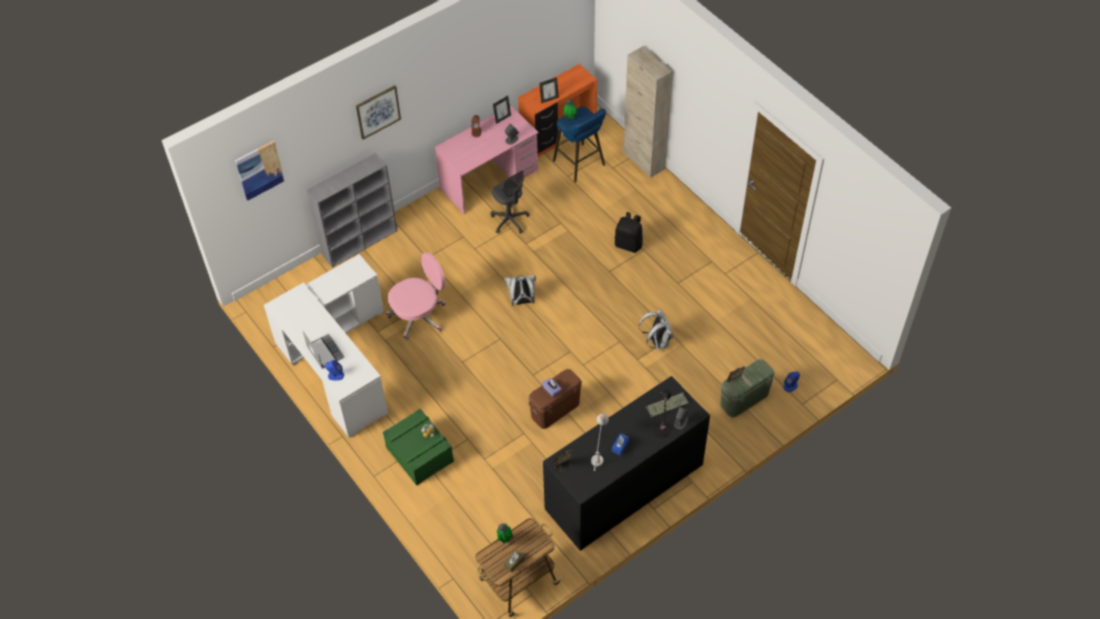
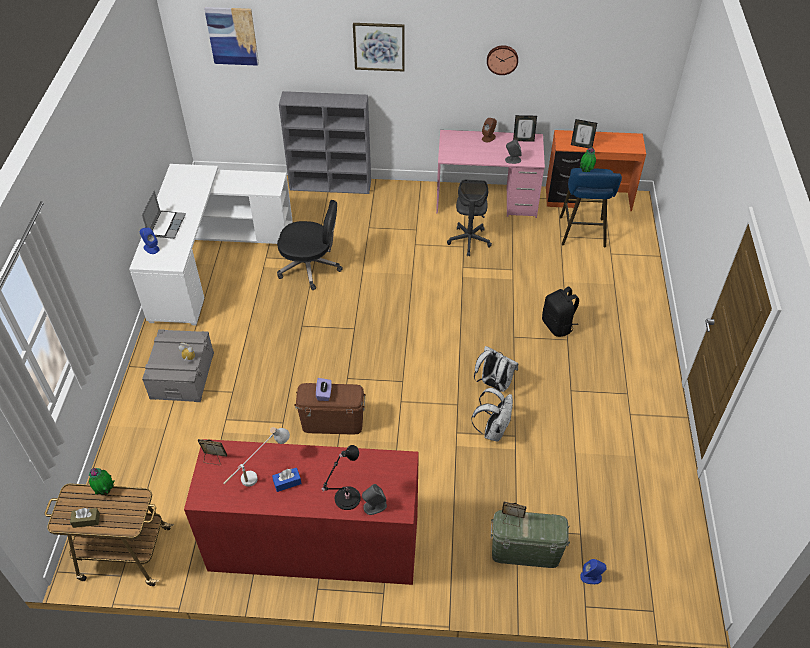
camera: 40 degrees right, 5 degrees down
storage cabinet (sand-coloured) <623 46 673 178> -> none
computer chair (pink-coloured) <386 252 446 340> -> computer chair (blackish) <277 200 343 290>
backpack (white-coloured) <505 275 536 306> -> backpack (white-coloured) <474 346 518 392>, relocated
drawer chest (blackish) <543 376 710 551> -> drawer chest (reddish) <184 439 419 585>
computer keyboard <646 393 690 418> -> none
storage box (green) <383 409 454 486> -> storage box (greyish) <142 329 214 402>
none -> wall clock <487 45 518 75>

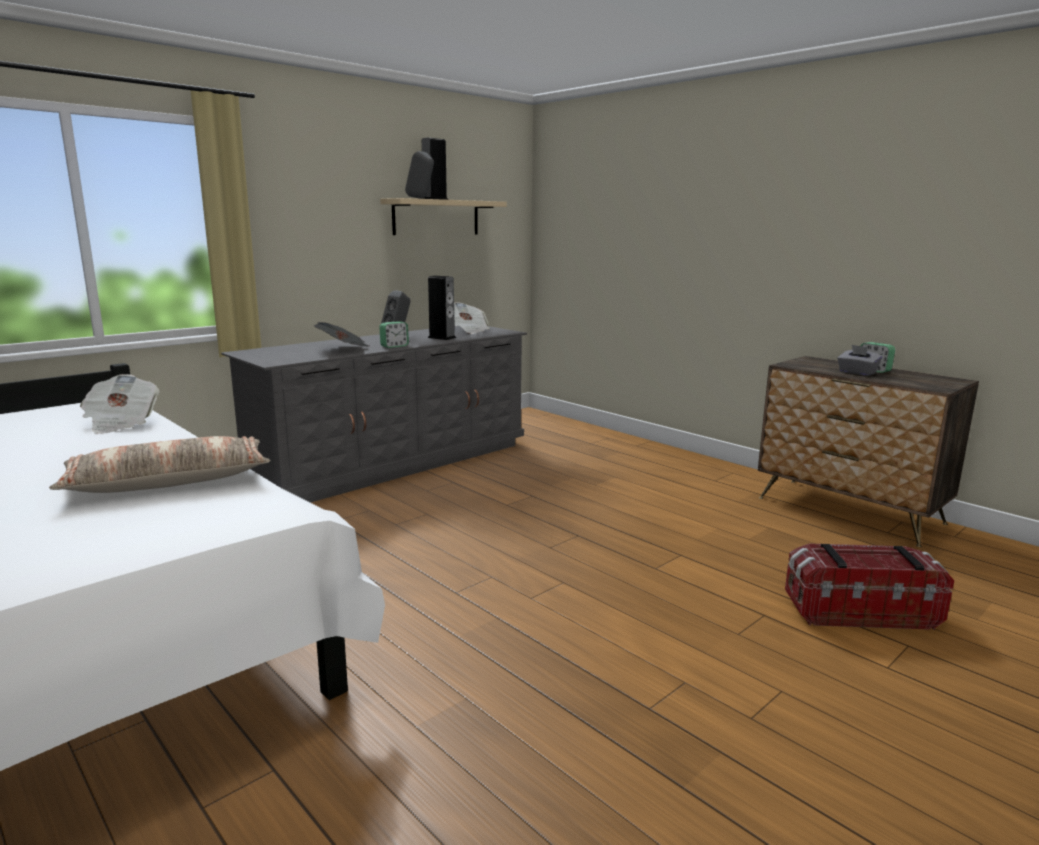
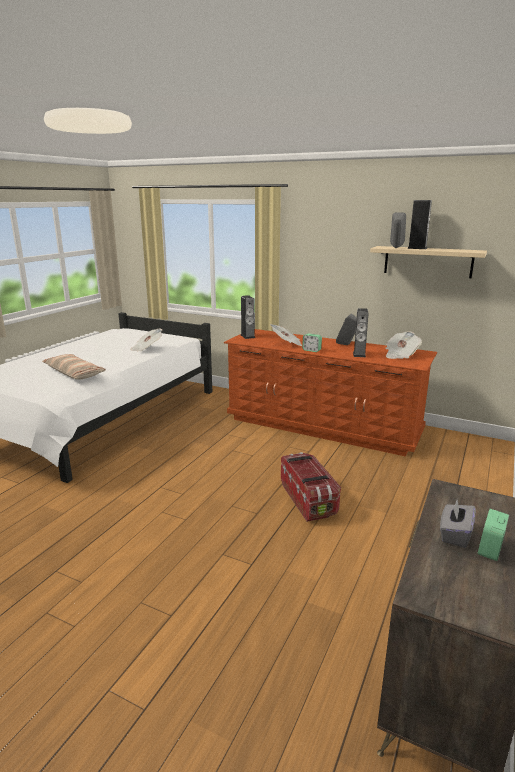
camera: 70 degrees right, 5 degrees up
drawer chest (greyish) <221 326 527 502> -> drawer chest (brown-coloured) <224 329 437 457>
storage box <785 543 954 630> -> storage box <281 452 341 522>, relocated
none -> audio speaker <241 295 255 339>

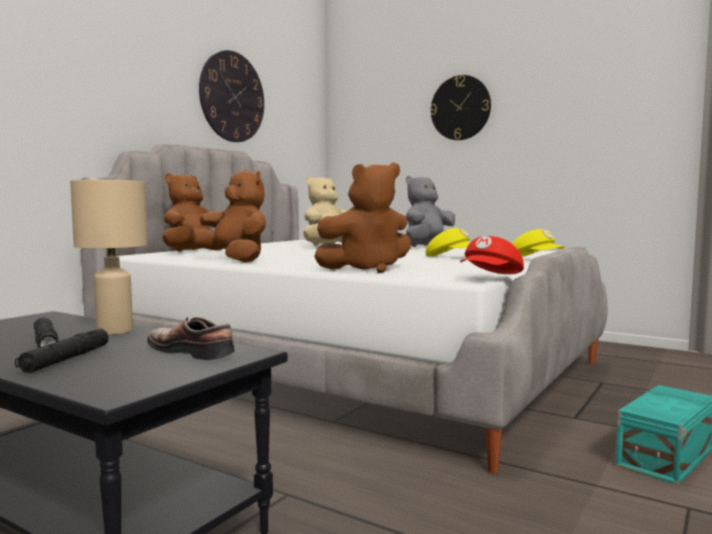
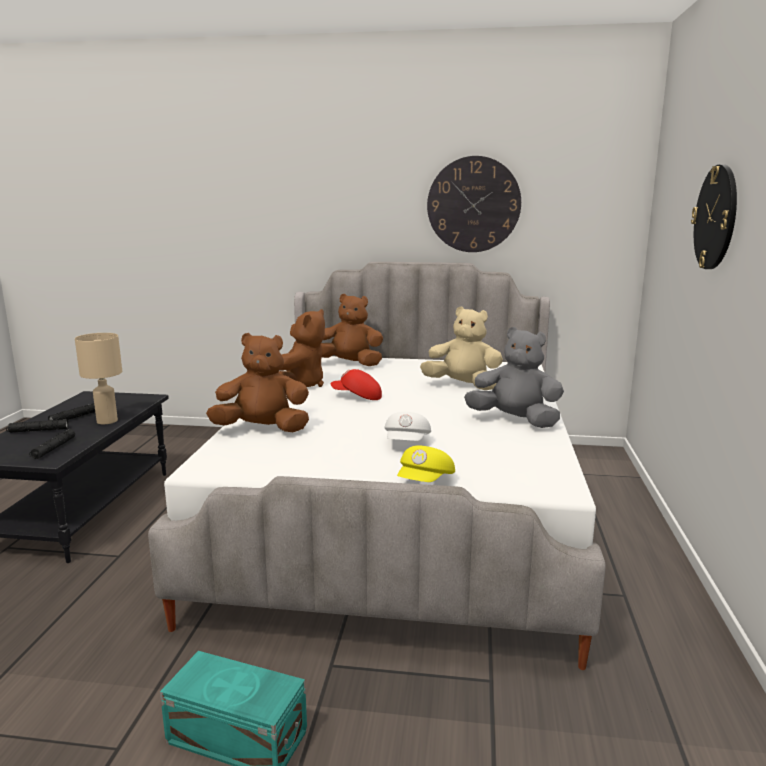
camera: 65 degrees right, 10 degrees up
cuddly toy (brown-coloured) <314 162 411 273> -> cuddly toy (brown-coloured) <206 333 309 432>, 135 degrees clockwise
baseball cap (yellow-coloured) <426 228 470 257> -> baseball cap (white-coloured) <384 412 431 441>
baseball cap (reddish) <460 236 524 274> -> baseball cap (reddish) <331 369 382 400>, relocated
low shoe <147 317 235 360> -> torch (blackish) <29 429 75 459>

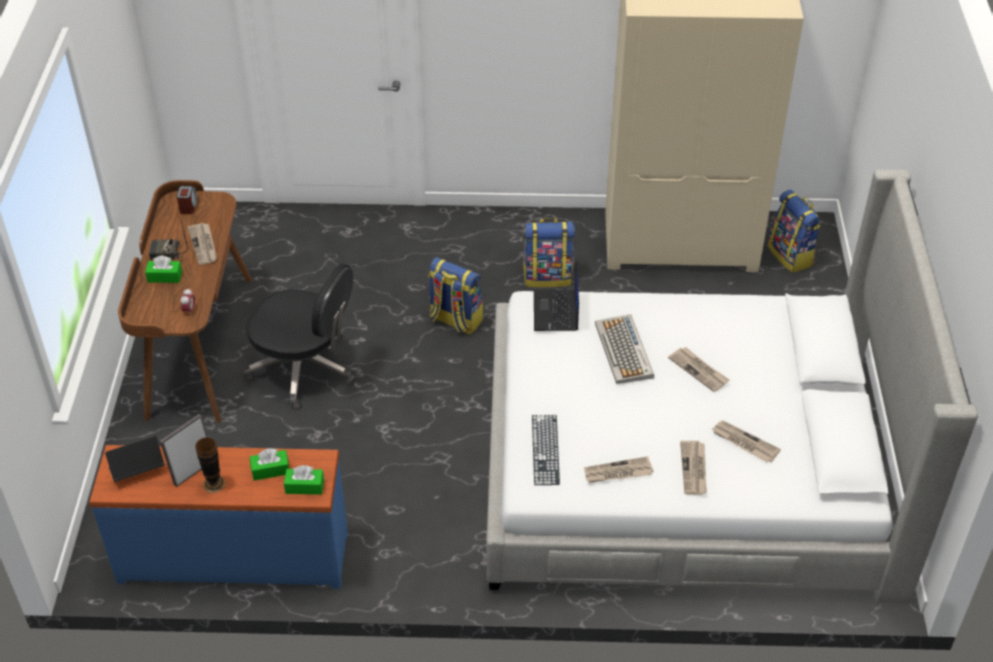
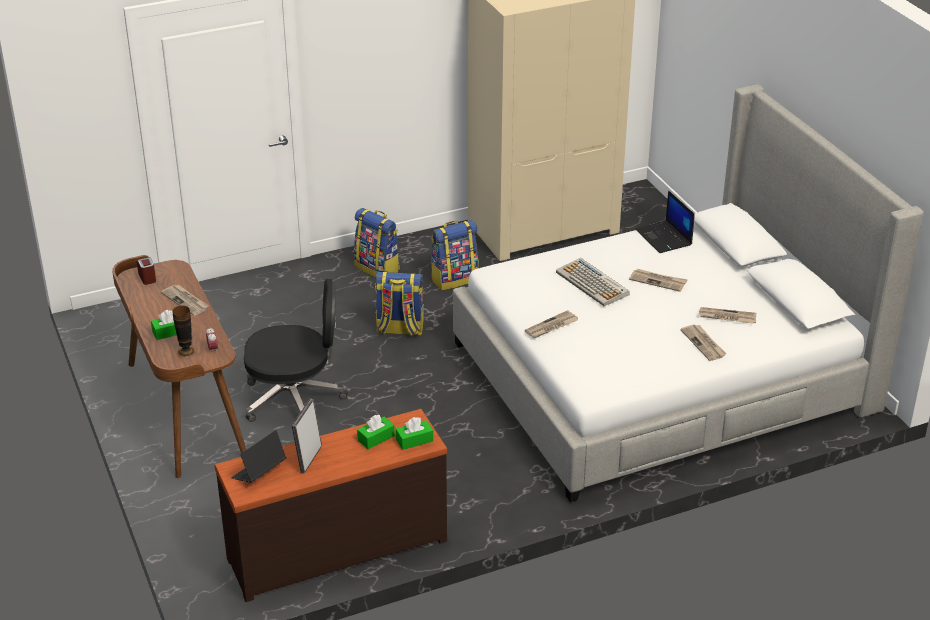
camera: 25 degrees left, 10 degrees down
backpack <768 190 821 273> -> backpack <354 208 400 277>, relocated
radio <149 220 188 262> -> none
portable computer <534 259 579 331> -> portable computer <635 190 695 253>, relocated
computer keyboard <532 415 560 485> -> none
vase <195 437 226 493> -> vase <172 306 196 358>, relocated
drawer chest (blue-coloured) <89 445 348 589> -> drawer chest (brown-coloured) <215 409 447 602>
newspaper <584 456 654 483> -> newspaper <525 310 578 338>, relocated

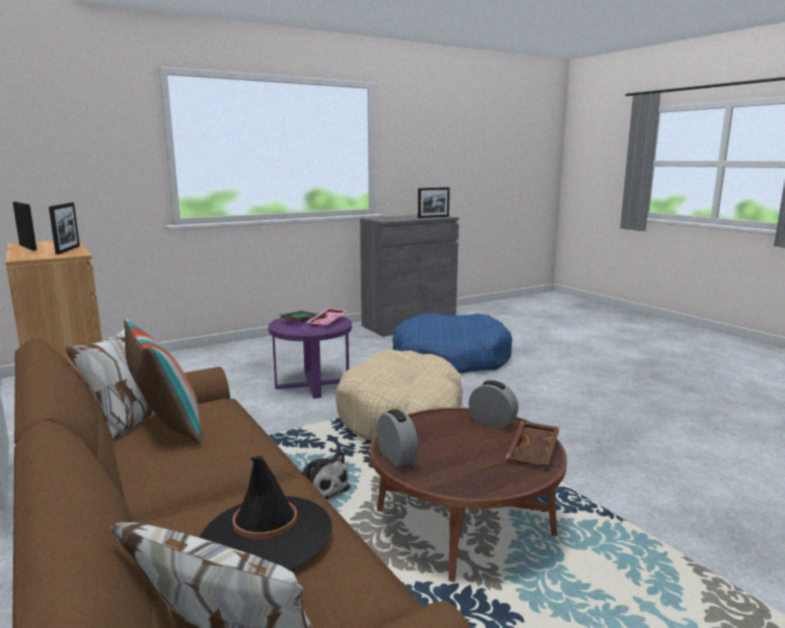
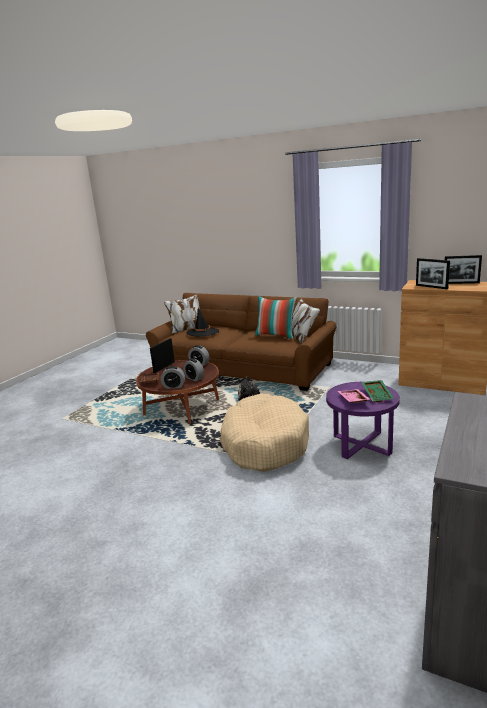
camera: 150 degrees right, 5 degrees up
standing frame <418 187 450 218> -> standing frame <150 338 175 373>, relocated
dog bed (blue-coloured) <392 313 512 373> -> none
none -> bedside clock <183 358 204 381>

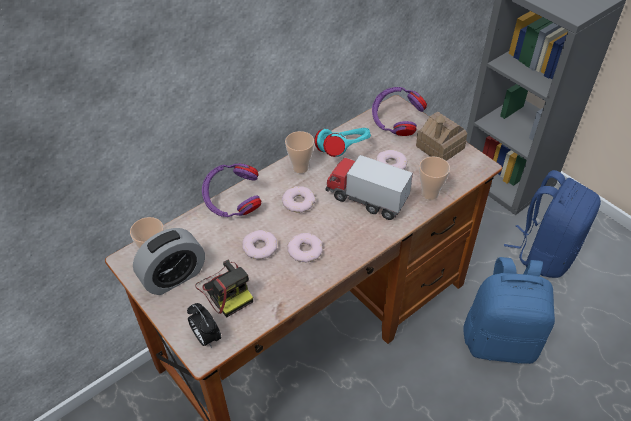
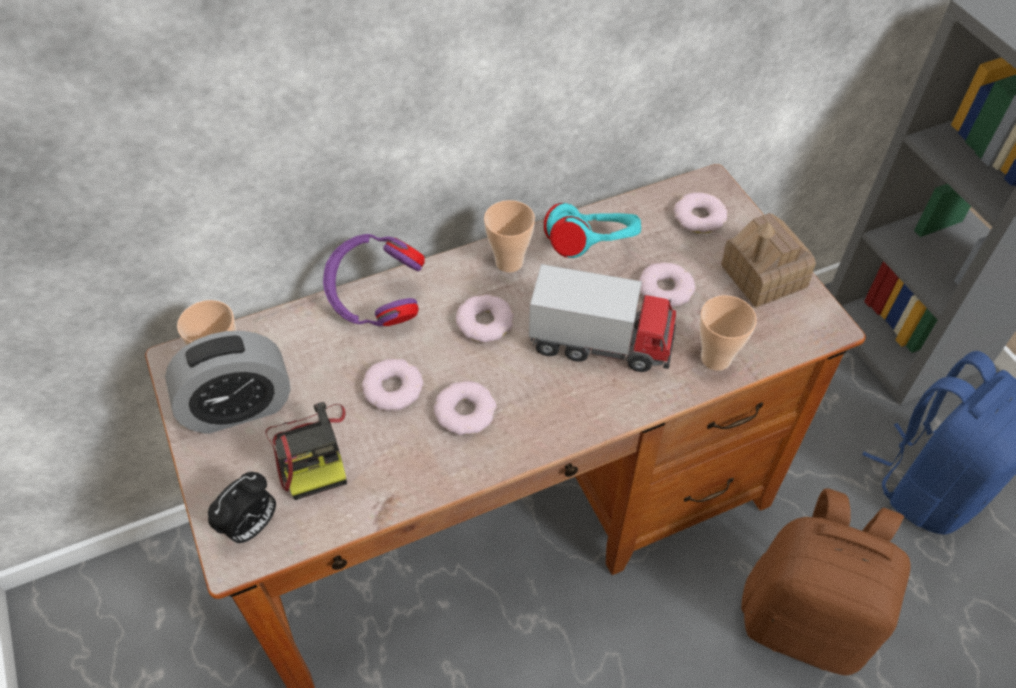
camera: 15 degrees right, 5 degrees up
pair of headphones (purplish) <372 87 427 136> -> ring doughnut <673 192 727 233>
toy truck <325 155 413 220> -> toy truck <529 264 676 372>, 150 degrees clockwise
backpack (blue-coloured) <464 257 555 364> -> backpack (brown-coloured) <741 488 911 676>
bedside clock <187 303 221 348> -> bedside clock <208 472 276 544>, 120 degrees counterclockwise

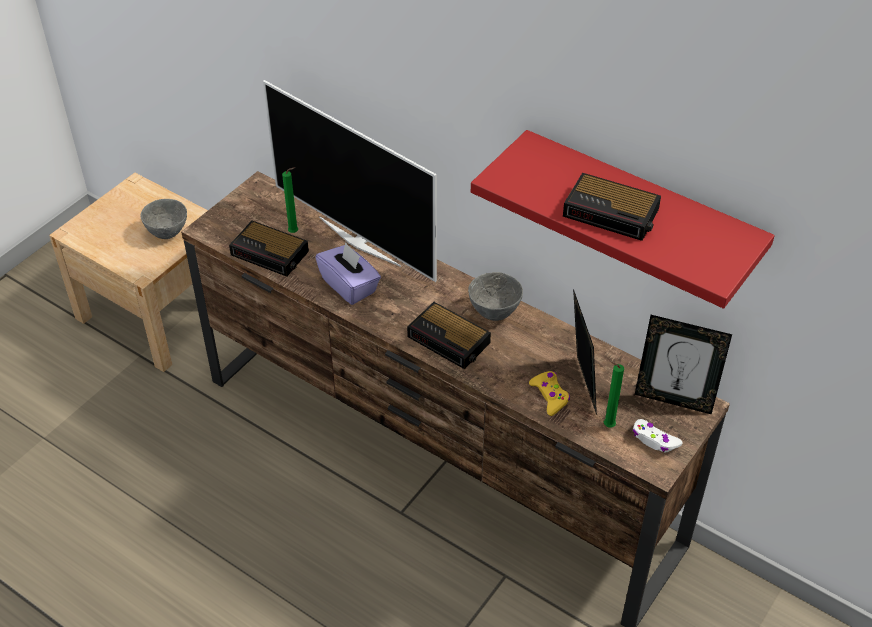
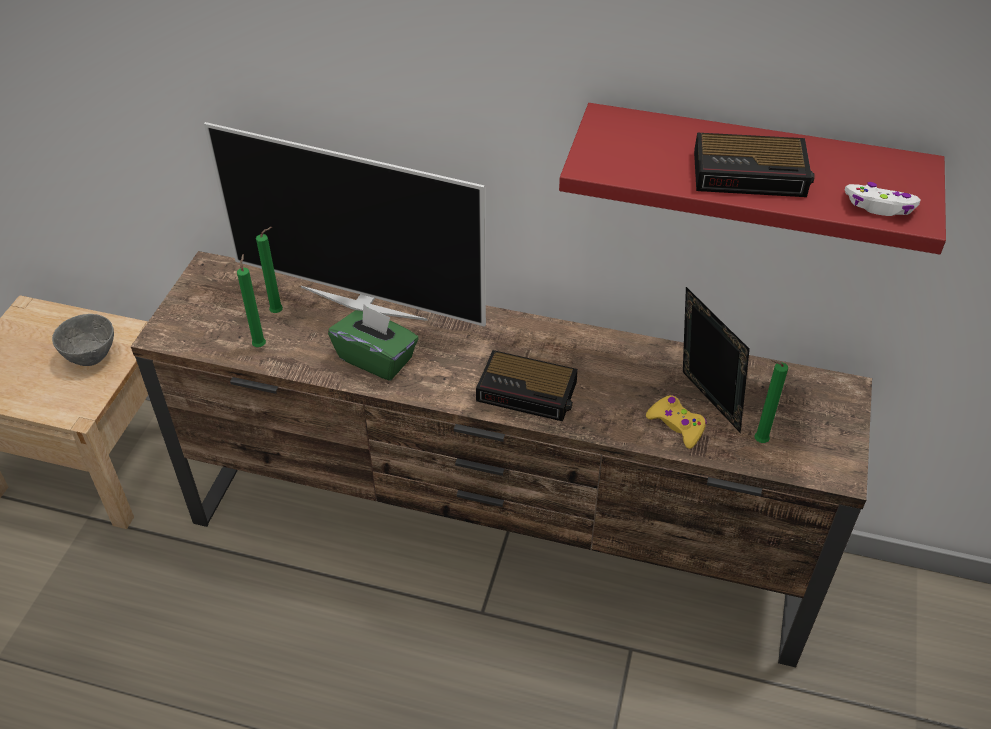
camera: 20 degrees left, 0 degrees up
bedside clock <229 221 309 277> -> wax light (green) <237 254 266 347>
tissue box (purplish) <315 242 381 305> -> tissue box (green) <328 304 418 381>
serving bowl (greyish) <468 272 523 321> -> none
standing frame <635 315 732 415> -> none
gamepad (white-coloured) <633 419 683 453> -> gamepad (white-coloured) <845 182 921 216>, relocated

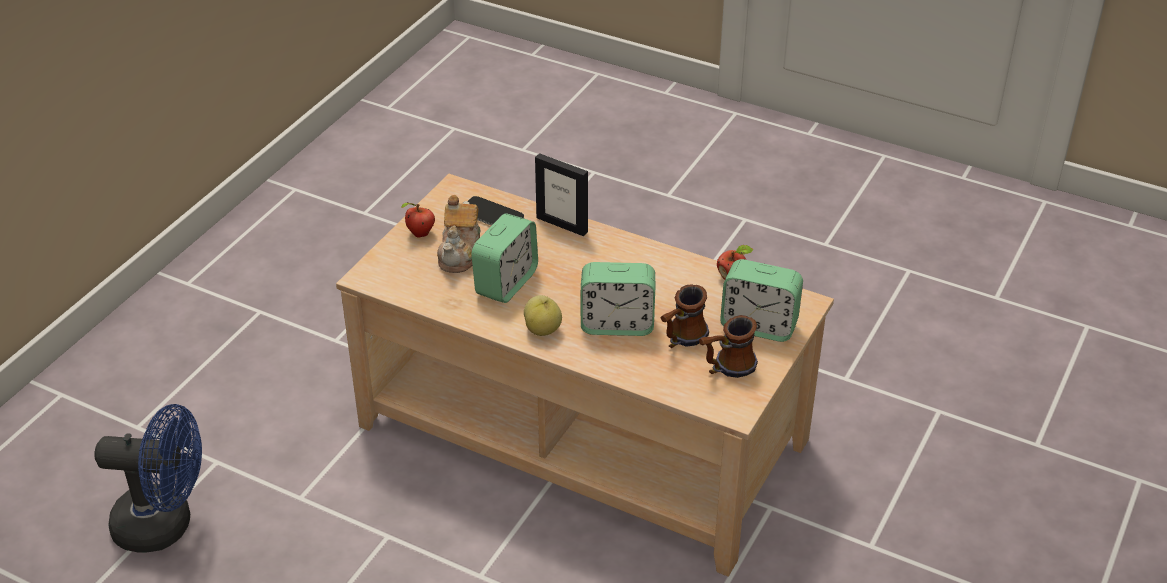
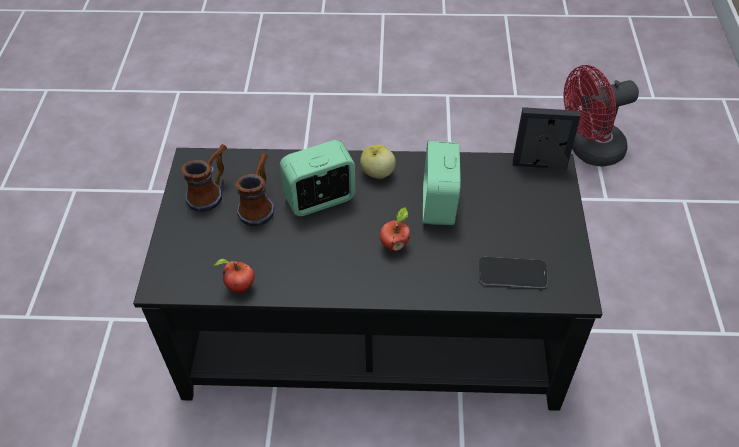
camera: 155 degrees right, 10 degrees up
standing frame <535 153 588 236> -> standing frame <513 107 581 170>, relocated
lounge table (sand-coloured) <336 174 834 577> -> lounge table (blackish) <133 148 602 411>
teapot <437 195 481 273> -> none
apple <401 202 435 238> -> apple <380 207 410 252>, relocated
bedside clock <720 259 803 342> -> none
cooling fan (blue-coloured) <95 404 202 553> -> cooling fan (reddish) <563 65 639 167>

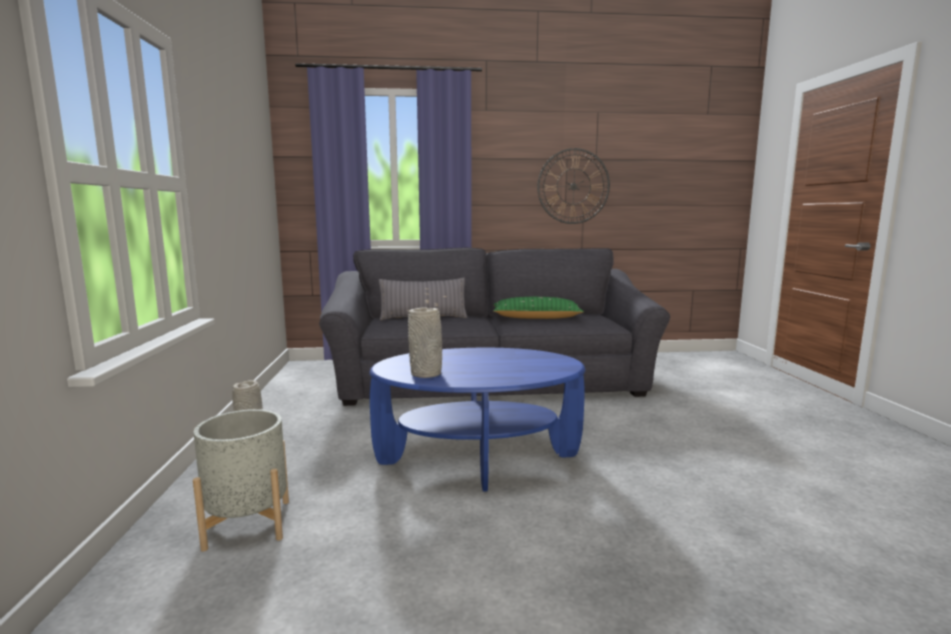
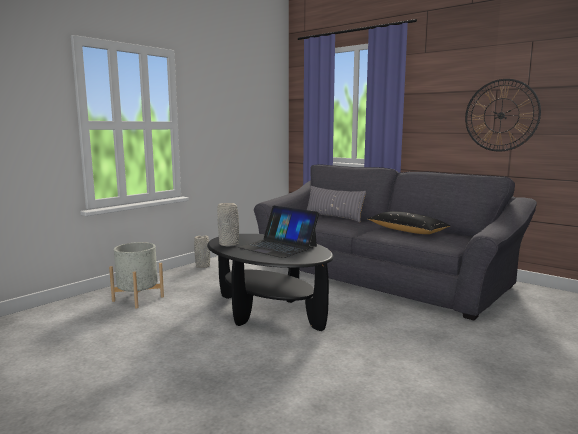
camera: 45 degrees right, 0 degrees up
pillow (green) <493 297 584 319> -> pillow (blackish) <367 211 450 234>
lounge table (blue-coloured) <369 348 585 492> -> lounge table (blackish) <207 234 334 331>
none -> portable computer <238 206 319 258>

